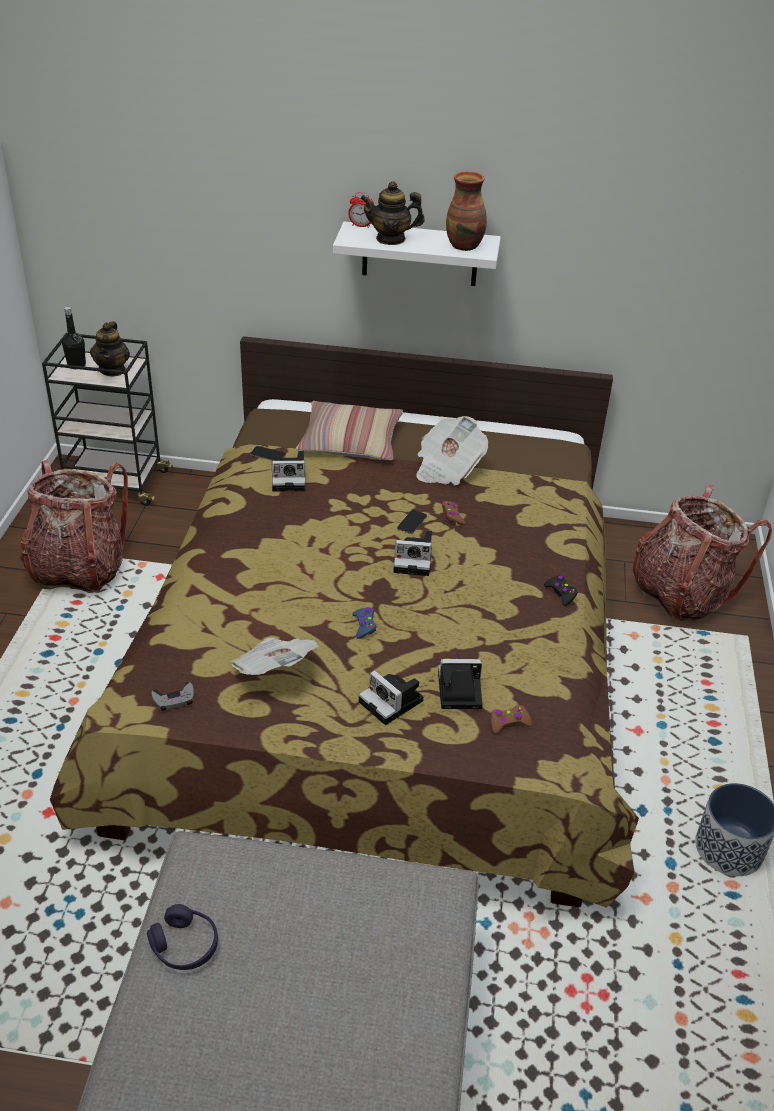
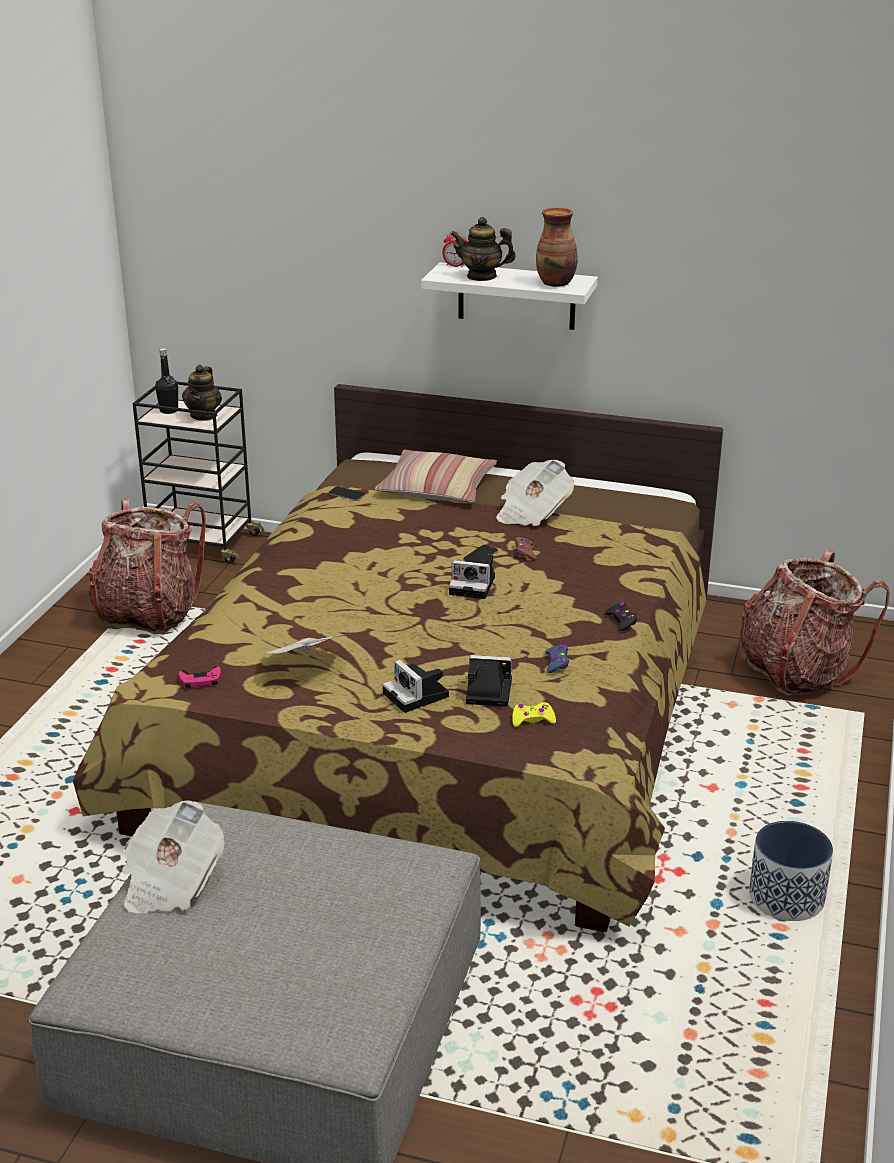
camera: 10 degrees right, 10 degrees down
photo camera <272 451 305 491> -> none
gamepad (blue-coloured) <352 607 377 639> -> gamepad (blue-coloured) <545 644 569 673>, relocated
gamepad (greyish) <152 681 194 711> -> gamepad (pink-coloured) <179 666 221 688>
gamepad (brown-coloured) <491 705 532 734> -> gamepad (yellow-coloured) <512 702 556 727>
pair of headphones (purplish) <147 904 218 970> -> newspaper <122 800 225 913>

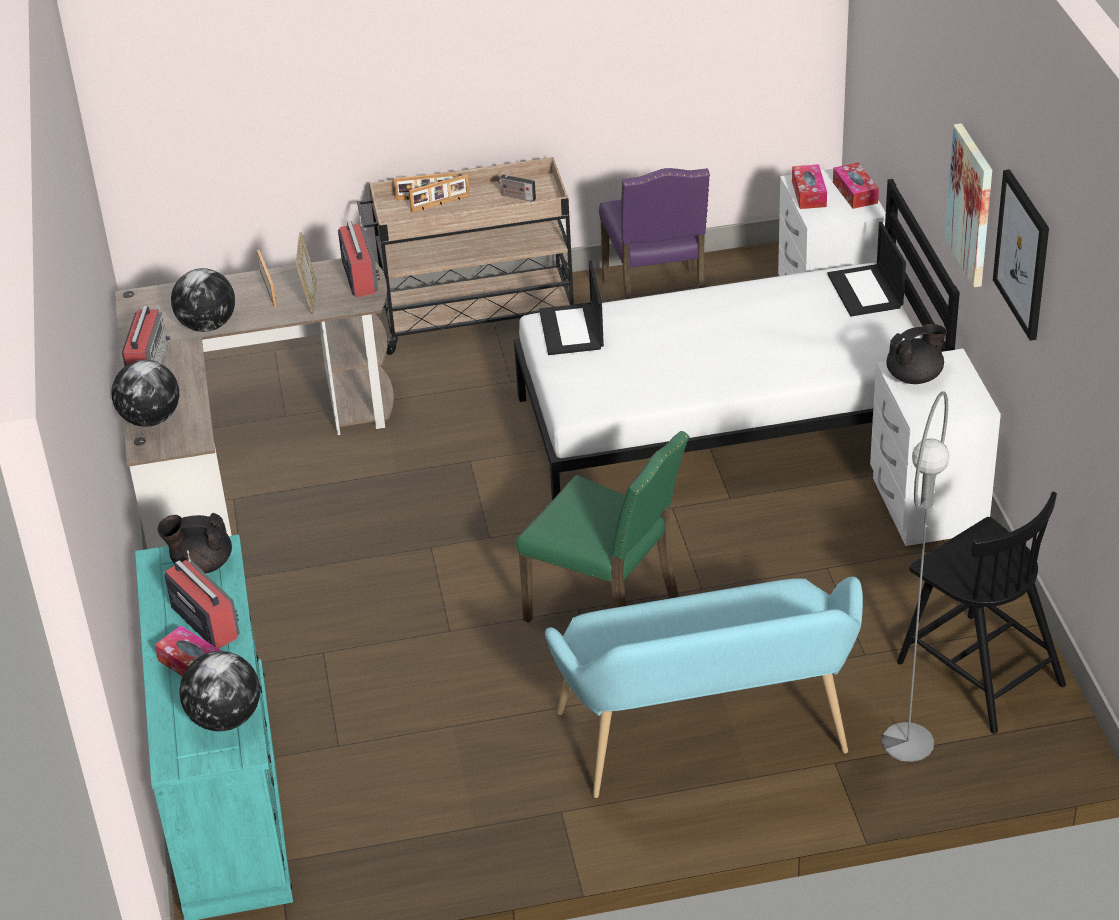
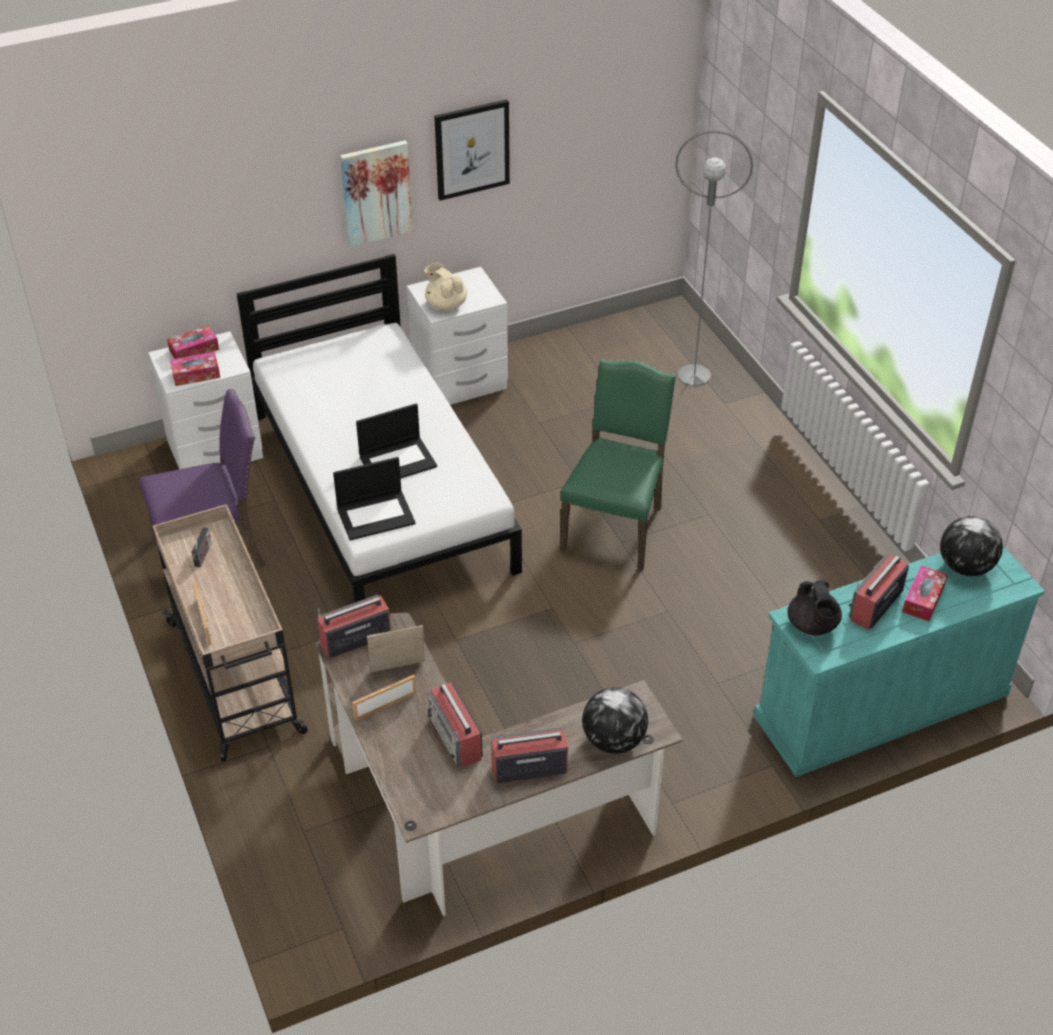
camera: 105 degrees left, 5 degrees up
standing frame <409 174 470 213> -> none
portable computer <827 222 906 317> -> portable computer <356 403 437 478>, relocated
desk globe <171 268 235 332> -> radio <427 682 483 768>
teapot (blackish) <886 324 947 384> -> teapot (sand-coloured) <424 263 467 310>
chair (blackish) <897 491 1066 733> -> none
long seat (turquoise-coloured) <545 576 863 798> -> none

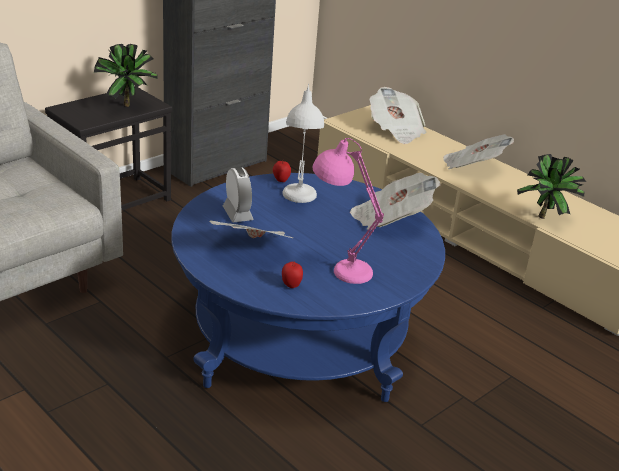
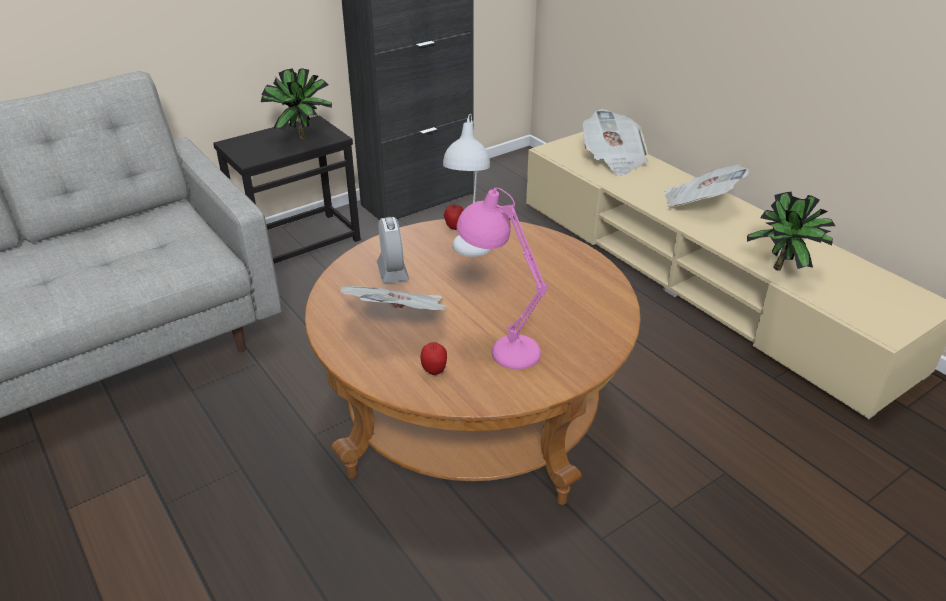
camera: 10 degrees right, 5 degrees up
lounge table (blue-coloured) <171 173 445 402> -> lounge table (brown-coloured) <305 219 641 505>
newspaper <350 173 441 230> -> none

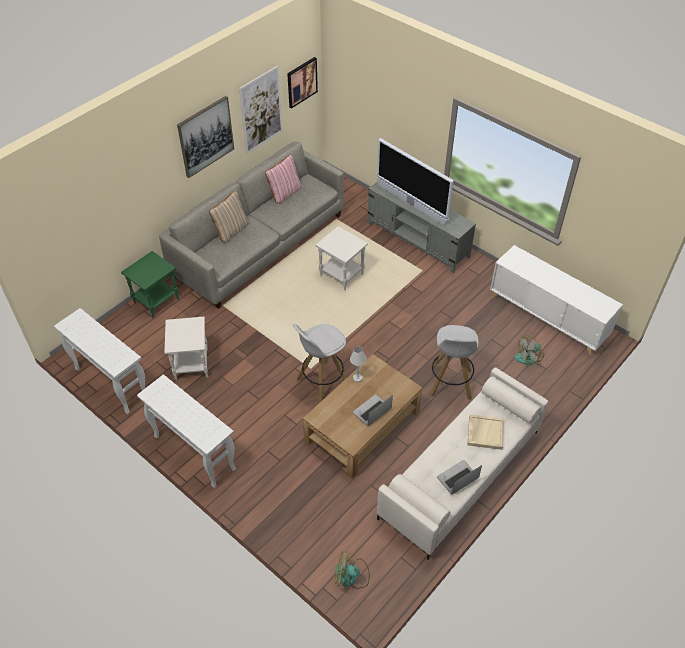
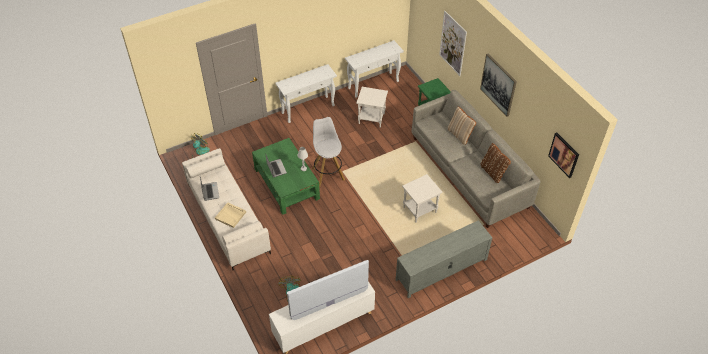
camera: 110 degrees right, 0 degrees up
picture <239 66 283 154> -> picture <439 11 467 76>, relocated
TV set <377 138 454 224> -> TV set <287 260 369 320>, relocated
pillow (pink-coloured) <265 155 302 204> -> pillow (brown-coloured) <480 143 511 183>
sitting stool (white-coloured) <429 325 478 400> -> none
lounge table (brown-coloured) <303 354 423 479> -> lounge table (green) <252 138 320 215>

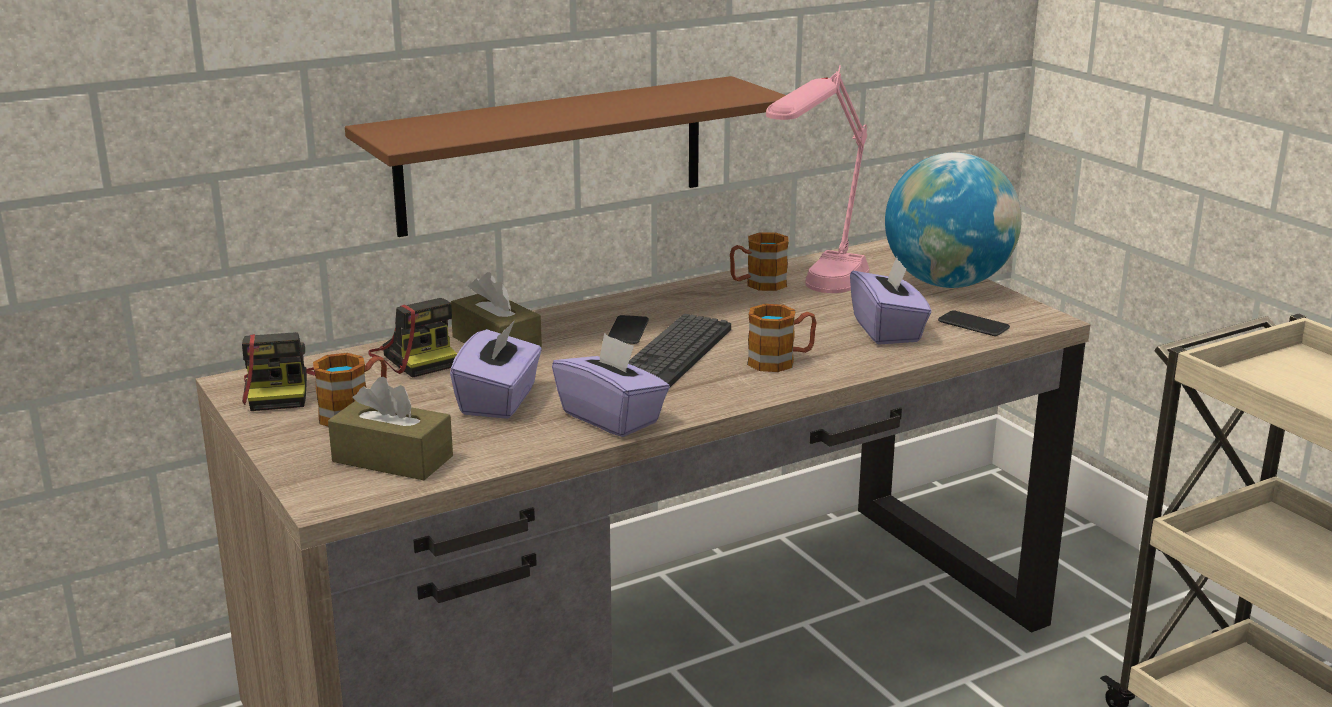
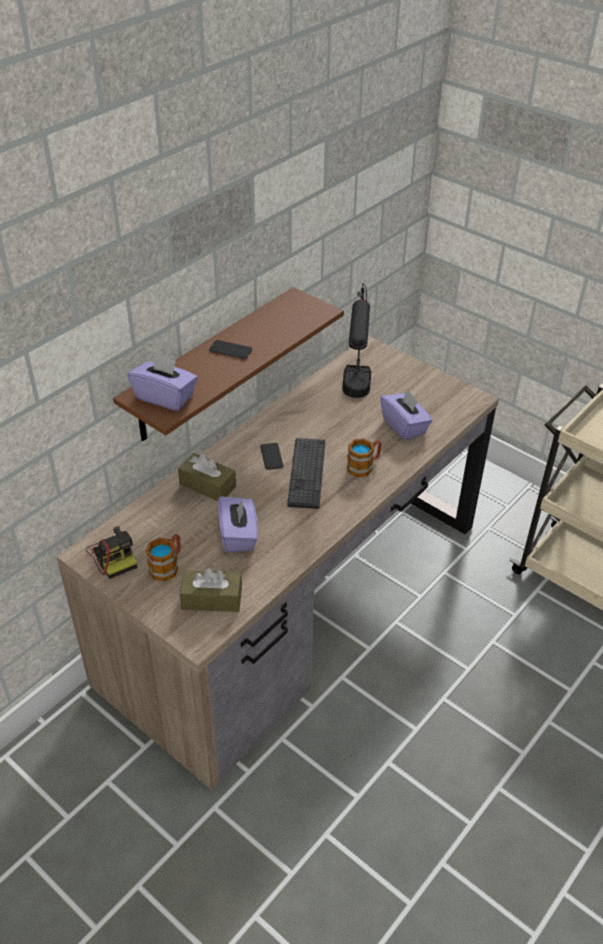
camera: 20 degrees left, 20 degrees up
lamp for a table (pink-coloured) <766 65 869 293> -> lamp for a table (blackish) <342 283 371 398>
desk globe <885 152 1022 288> -> none
coffee mug <730 232 789 291> -> none
photo camera <369 298 457 378> -> none
telephone <938 310 1010 336> -> telephone <209 340 252 359>, relocated
tissue box (purplish) <552 333 670 437> -> tissue box (purplish) <128 353 198 411>, relocated

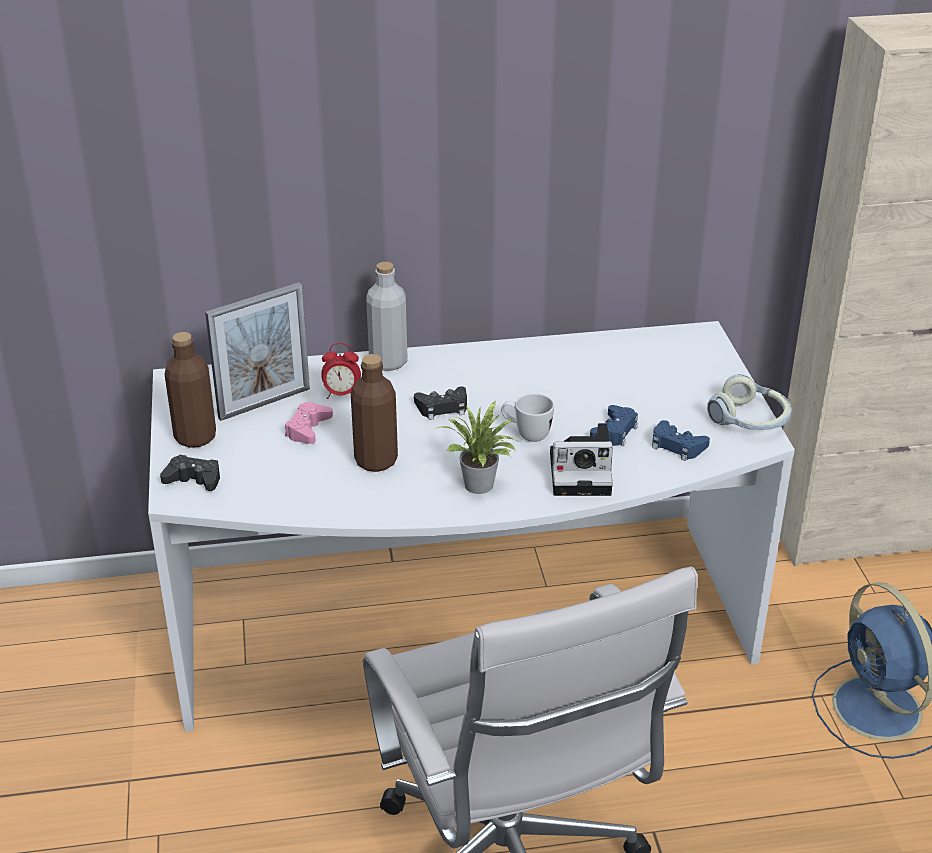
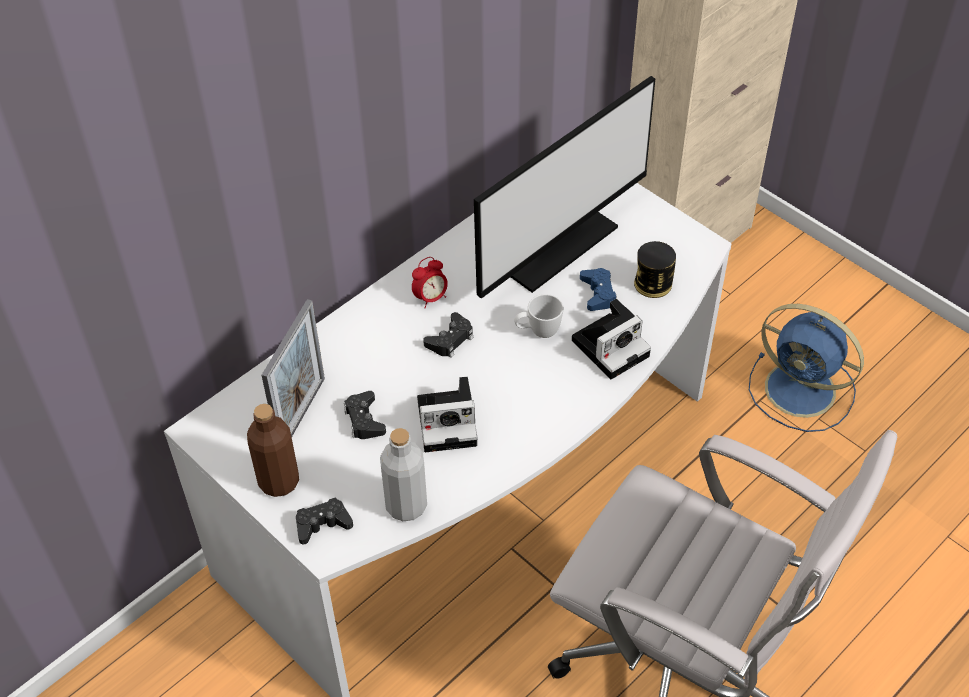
camera: 35 degrees left, 15 degrees up
beverage bottle (greyish) <366 262 407 371> -> beverage bottle (greyish) <380 428 427 521>, relocated
bedside clock <321 343 361 399> -> bedside clock <412 257 448 308>, relocated
beverage bottle (brown-coloured) <351 354 398 472> -> photo camera <417 377 478 452>
pair of headphones <707 375 792 430> -> none
potted plant <437 401 519 494> -> none
gamepad (pink-coloured) <285 402 333 444> -> gamepad (blackish) <344 391 386 439>
gamepad (blue-coloured) <652 420 710 461> -> can <634 241 676 298>
none -> monitor <474 76 655 299>

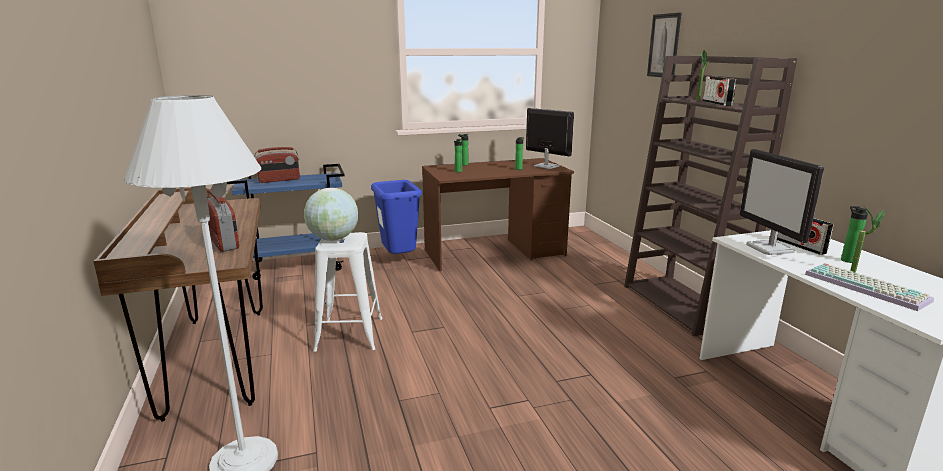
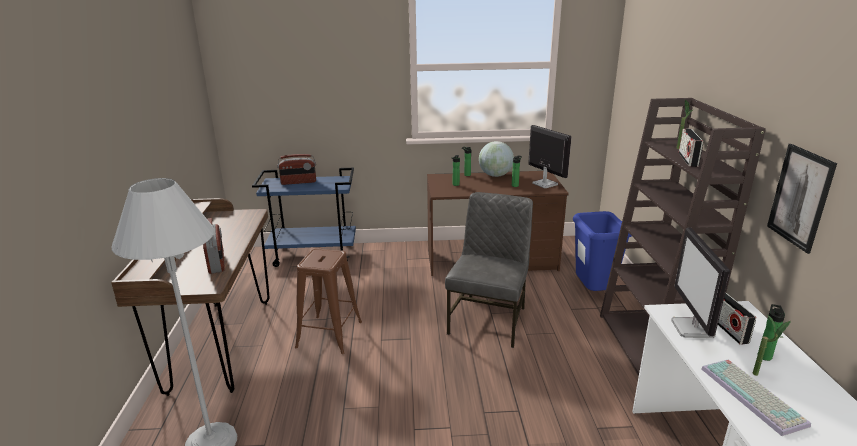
camera: 15 degrees right, 5 degrees up
picture <647 13 681 77> -> picture <767 144 837 254>, relocated
trash can (blue-coloured) <371 180 422 254> -> trash can (blue-coloured) <573 211 631 291>, relocated
desk globe <304 188 358 241> -> desk globe <479 141 514 177>, relocated
sitting stool (white-coloured) <313 232 383 352> -> sitting stool (brown-coloured) <295 248 362 354>
none -> chair (greyish) <445 192 533 348>

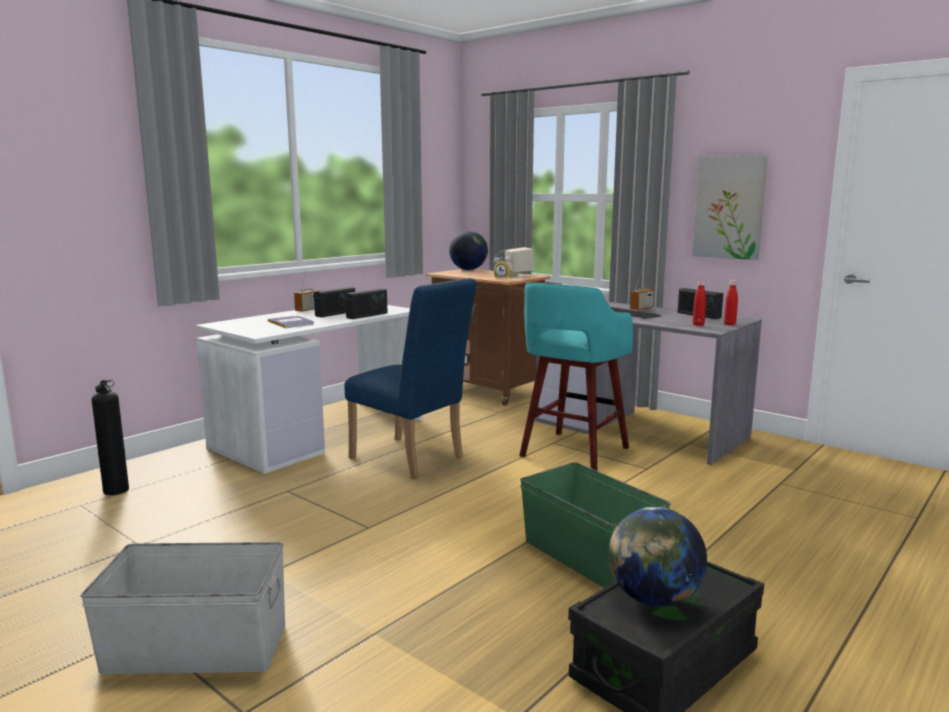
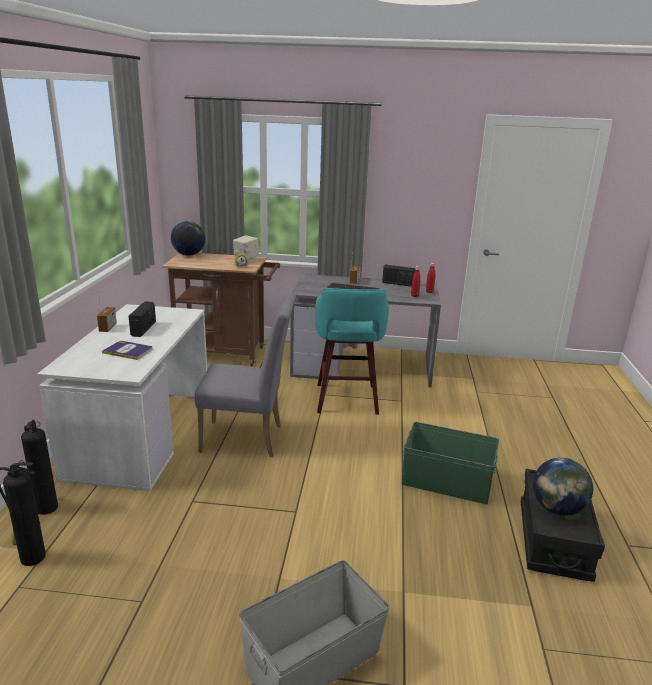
camera: 35 degrees left, 10 degrees up
picture <692 155 768 260> -> none
chair (blue-coloured) <344 278 477 479> -> chair (greyish) <195 292 296 457>
radio <345 288 387 319> -> none
none -> extinguisher <21 420 58 515>

